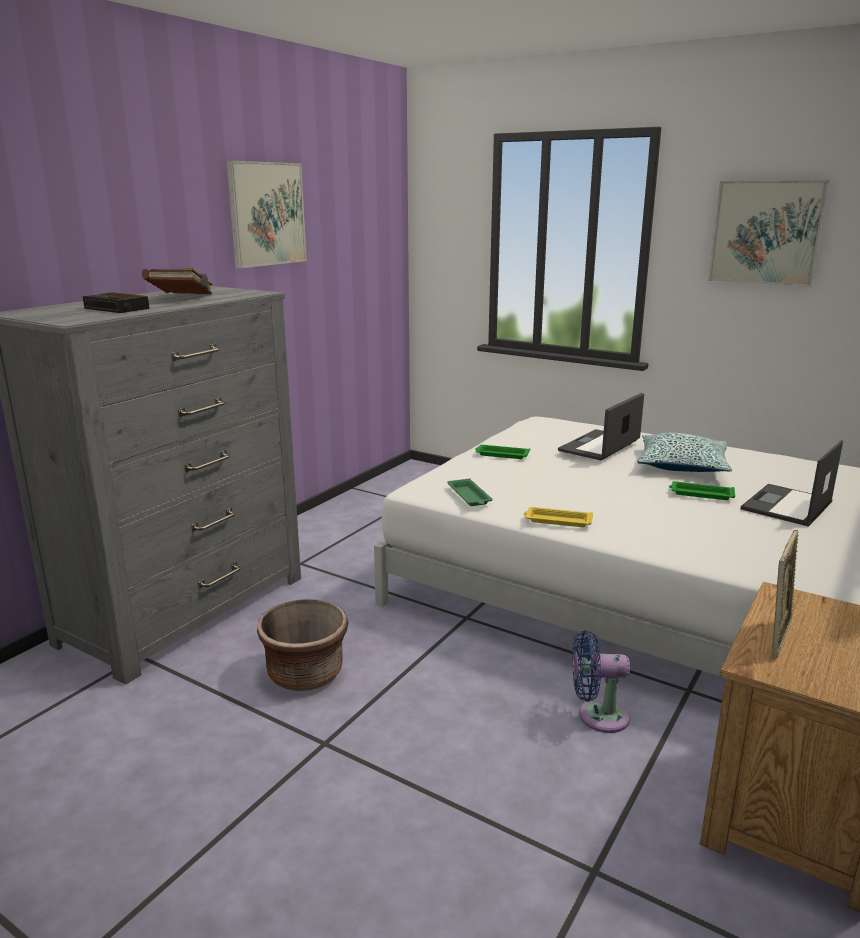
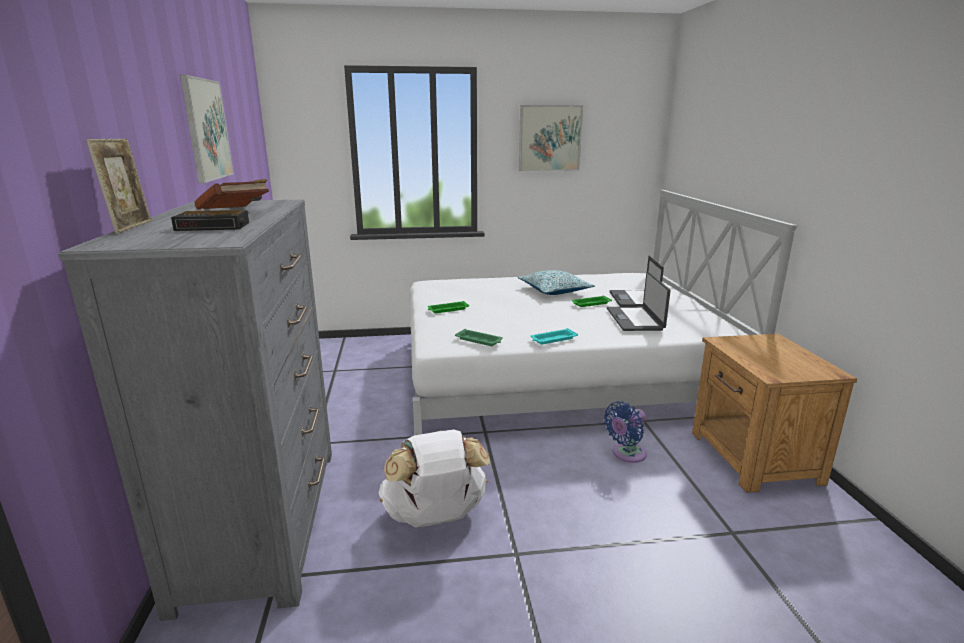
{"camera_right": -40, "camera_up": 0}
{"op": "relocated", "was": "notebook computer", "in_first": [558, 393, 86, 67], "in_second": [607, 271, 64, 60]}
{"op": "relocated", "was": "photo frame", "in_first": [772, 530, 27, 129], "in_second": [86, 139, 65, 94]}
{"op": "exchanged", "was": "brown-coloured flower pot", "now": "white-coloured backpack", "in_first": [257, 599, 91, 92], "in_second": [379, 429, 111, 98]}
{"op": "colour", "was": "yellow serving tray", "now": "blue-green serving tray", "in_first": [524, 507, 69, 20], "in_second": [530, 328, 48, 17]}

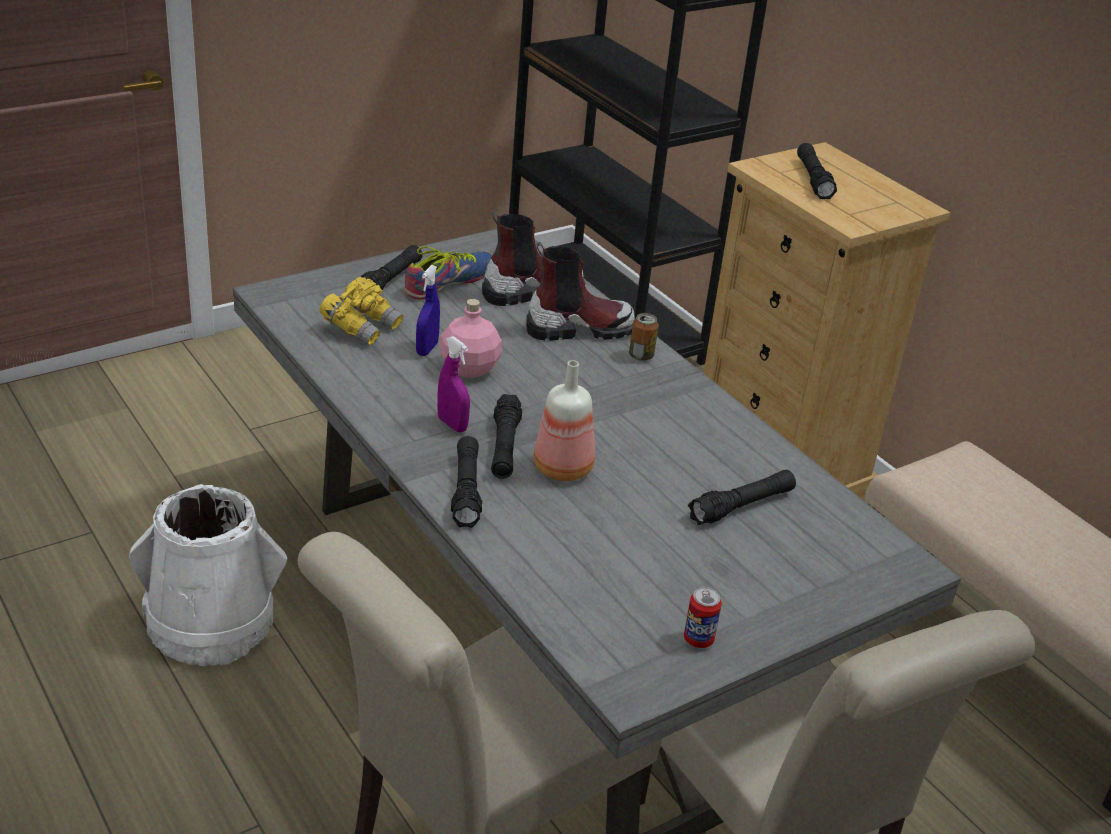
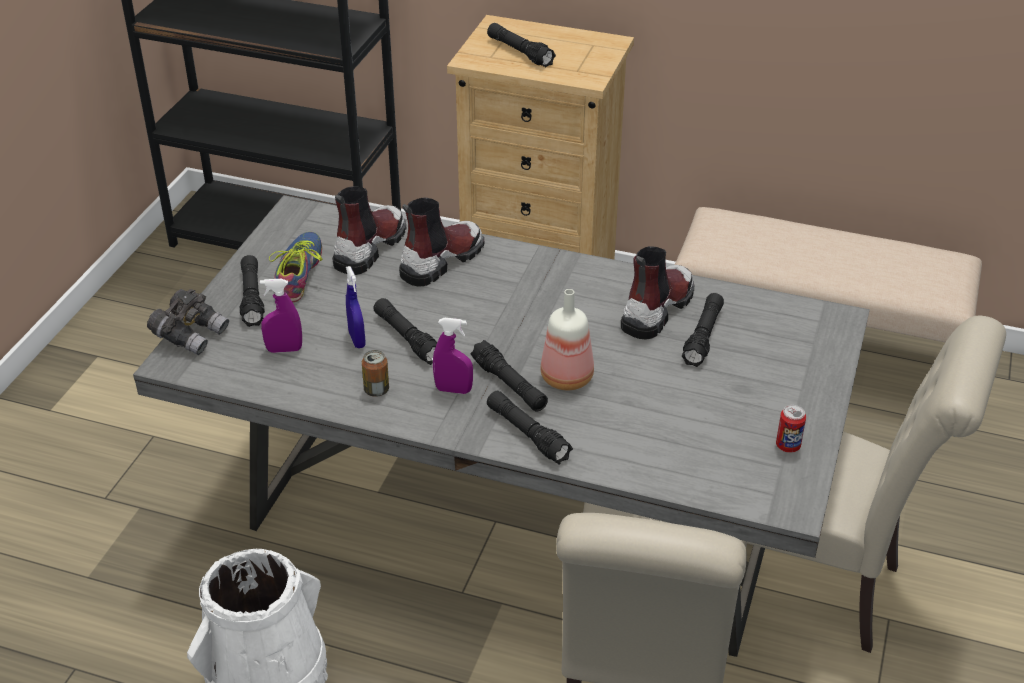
{"camera_right": -35, "camera_up": 5}
{"op": "appeared", "now": "gray field glasses", "in_second": [147, 289, 82, 66]}
{"op": "appeared", "now": "tall boot", "in_second": [621, 246, 73, 94]}
{"op": "relocated", "was": "can", "in_first": [629, 313, 30, 48], "in_second": [362, 350, 27, 47]}
{"op": "exchanged", "was": "yellow field glasses", "now": "purple-coloured sprayer", "in_first": [320, 277, 83, 69], "in_second": [260, 279, 42, 74]}
{"op": "exchanged", "was": "pink-coloured drink bottle", "now": "black-coloured torch", "in_first": [439, 299, 63, 79], "in_second": [373, 298, 64, 67]}

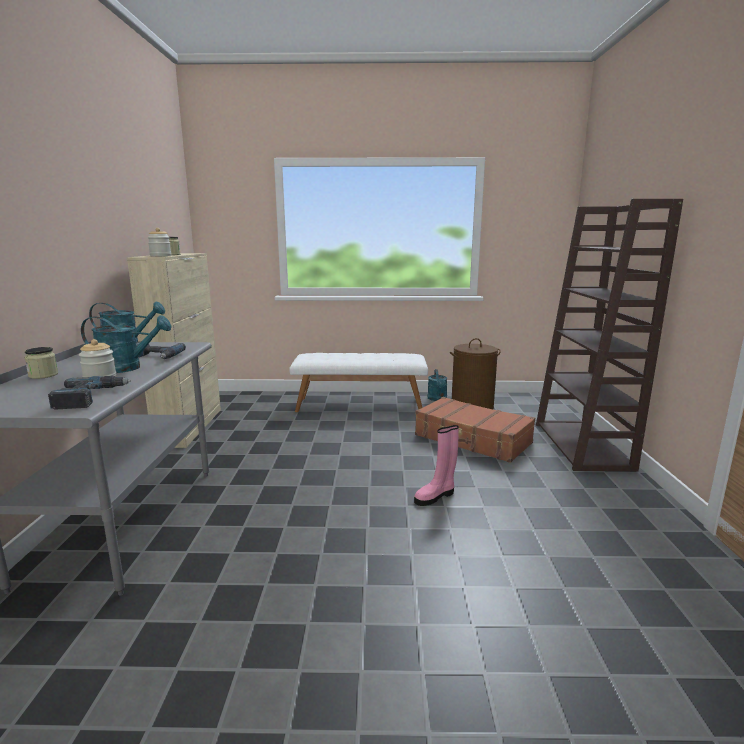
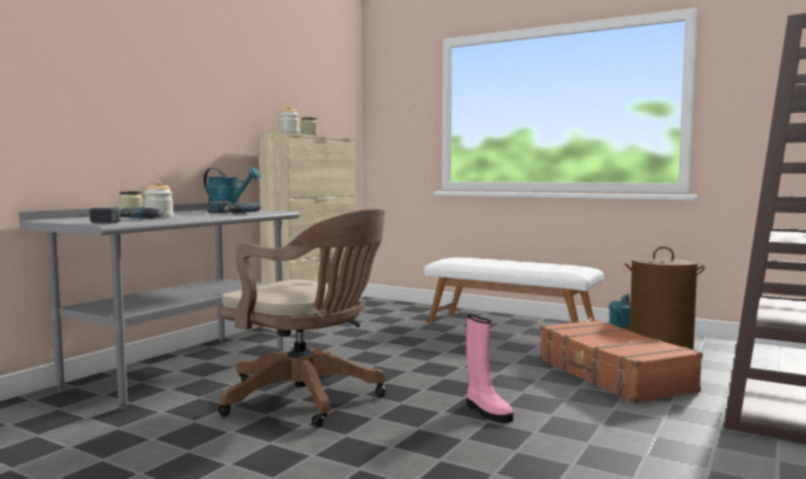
{"camera_right": 30, "camera_up": -10}
{"op": "missing", "was": "blue-green watering can", "in_first": [81, 315, 90, 58]}
{"op": "appeared", "now": "brown-coloured computer chair", "in_second": [218, 208, 168, 220]}
{"op": "spun", "was": "pink-coloured tall boot", "in_first": [414, 425, 45, 81], "in_second": [466, 315, 47, 108], "clockwise": -120}

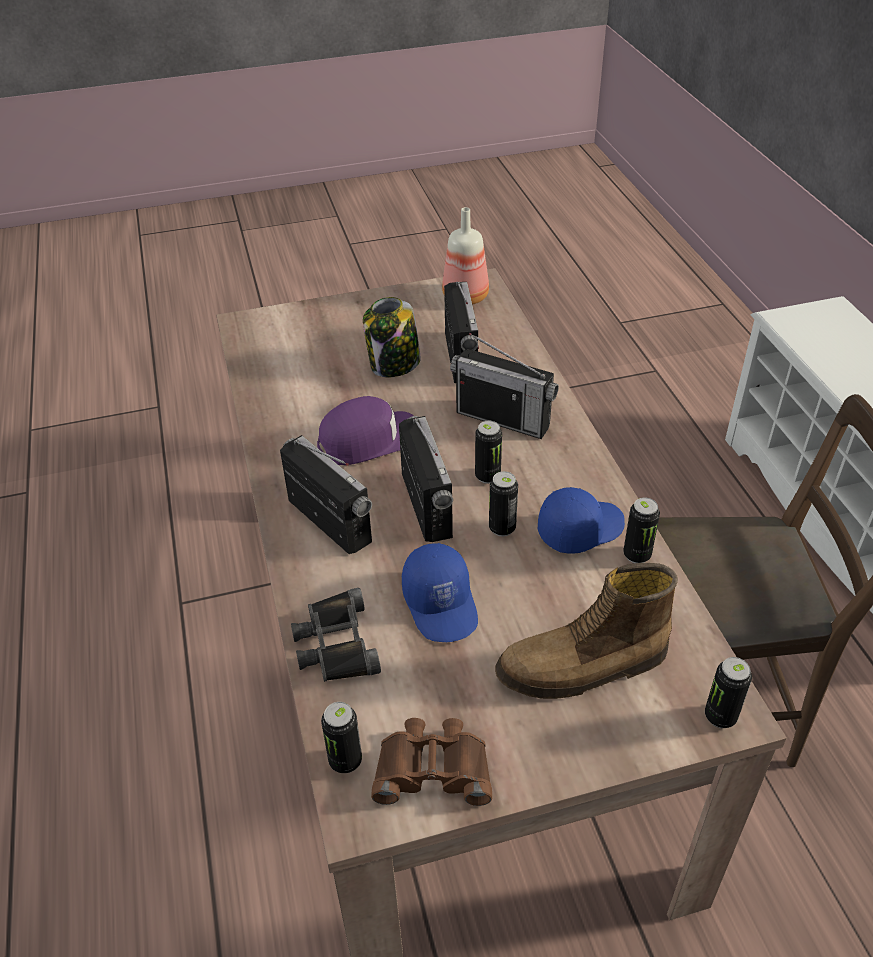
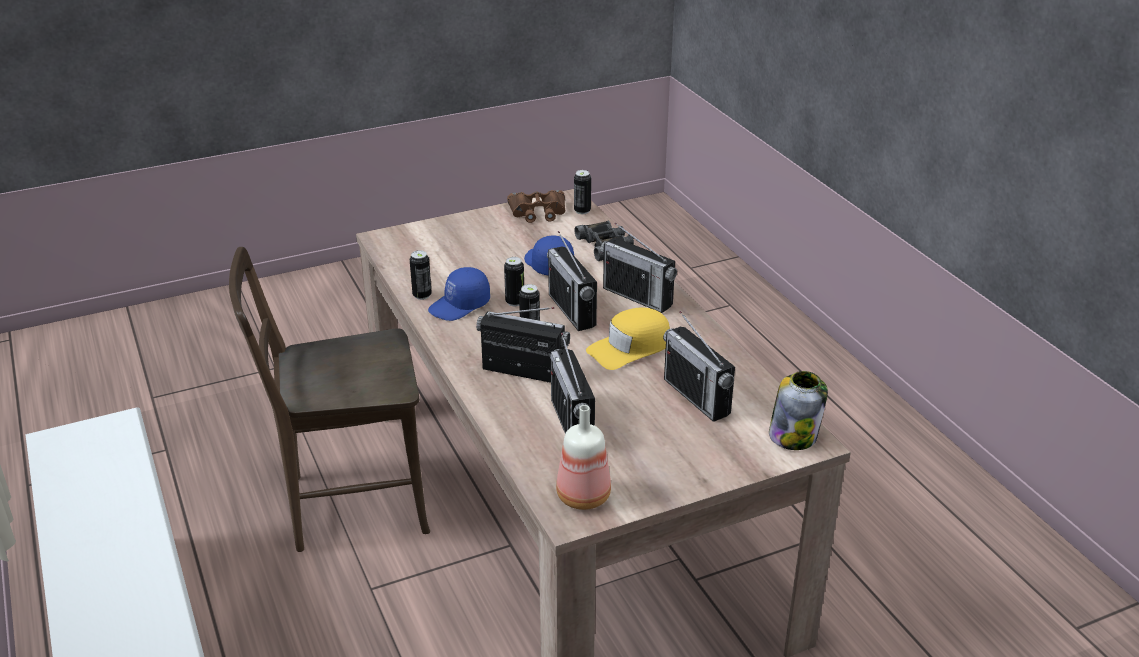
{"camera_right": 170, "camera_up": -10}
{"op": "missing", "was": "tall boot", "in_first": [495, 563, 183, 136]}
{"op": "missing", "was": "can", "in_first": [705, 657, 47, 71]}
{"op": "appeared", "now": "radio set", "in_second": [663, 311, 72, 111]}
{"op": "relocated", "was": "jar", "in_first": [363, 297, 58, 80], "in_second": [769, 371, 59, 79]}
{"op": "colour", "was": "purple-coloured baseball cap", "now": "yellow baseball cap", "in_first": [317, 396, 97, 69], "in_second": [586, 307, 84, 63]}

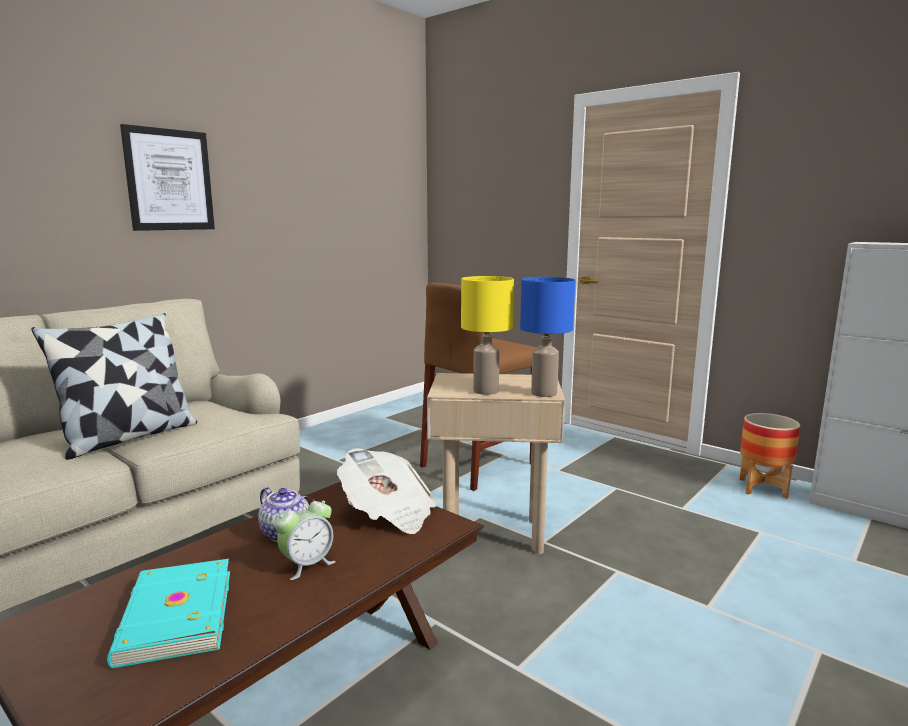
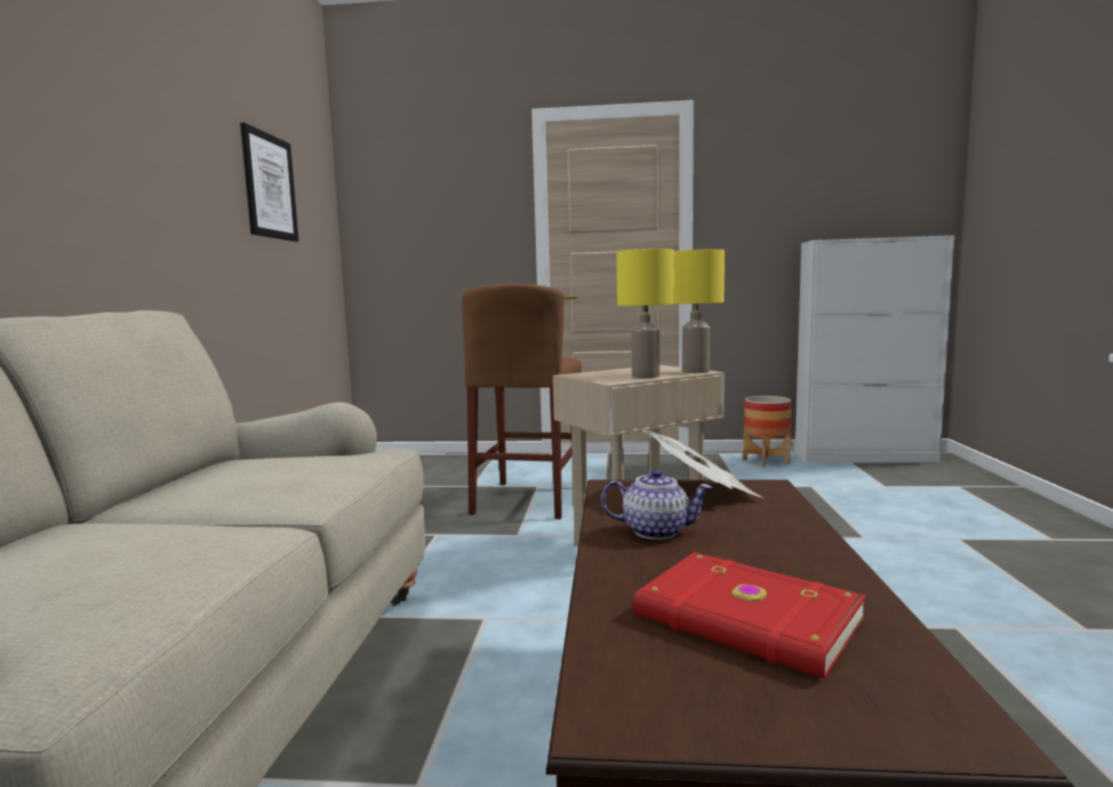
{"camera_right": -35, "camera_up": -5}
{"op": "missing", "was": "throw pillow", "in_first": [31, 313, 166, 147]}
{"op": "missing", "was": "alarm clock", "in_first": [274, 496, 62, 84]}
{"op": "relocated", "was": "picture", "in_first": [120, 124, 95, 107], "in_second": [240, 122, 59, 119]}
{"op": "colour", "was": "blue-green book", "now": "red book", "in_first": [107, 559, 123, 109], "in_second": [633, 552, 233, 127]}
{"op": "colour", "was": "bluish table lamp", "now": "yellow table lamp", "in_first": [520, 277, 55, 120], "in_second": [674, 249, 51, 124]}

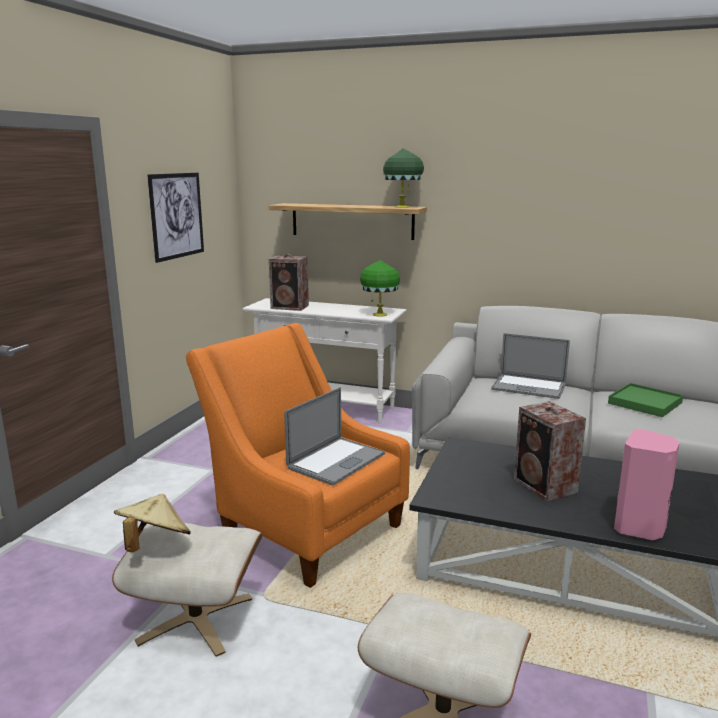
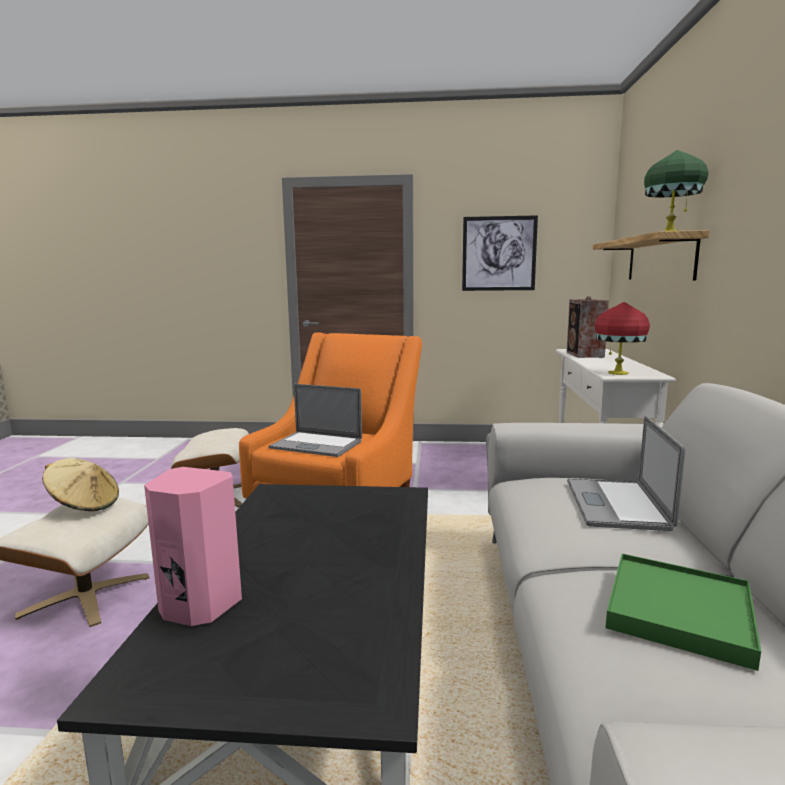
{"camera_right": 75, "camera_up": -5}
{"op": "missing", "was": "loudspeaker", "in_first": [514, 401, 72, 101]}
{"op": "relocated", "was": "sand-coloured wearable hat", "in_first": [114, 494, 77, 58], "in_second": [42, 458, 77, 53]}
{"op": "colour", "was": "green table lamp", "now": "red table lamp", "in_first": [360, 260, 40, 57], "in_second": [595, 302, 55, 73]}

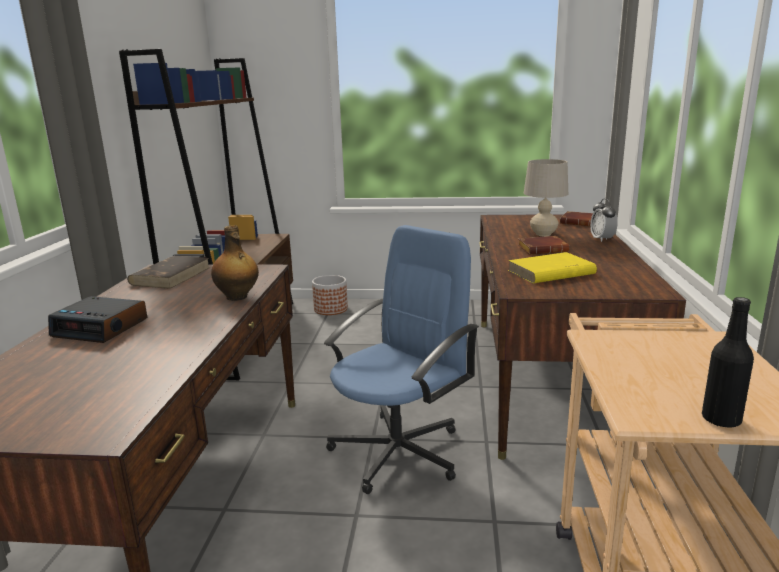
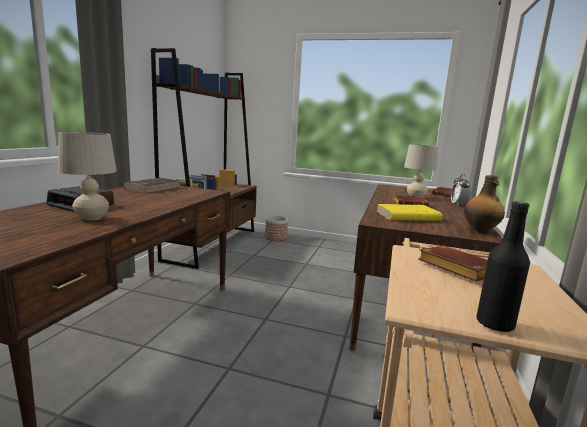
{"camera_right": 10, "camera_up": -5}
{"op": "missing", "was": "bluish computer chair", "in_first": [324, 225, 155, 269]}
{"op": "appeared", "now": "sand-coloured table lamp", "in_second": [58, 132, 58, 89]}
{"op": "appeared", "now": "brown-coloured book", "in_second": [418, 245, 70, 36]}
{"op": "relocated", "was": "drink bottle", "in_first": [211, 225, 48, 76], "in_second": [464, 175, 41, 59]}

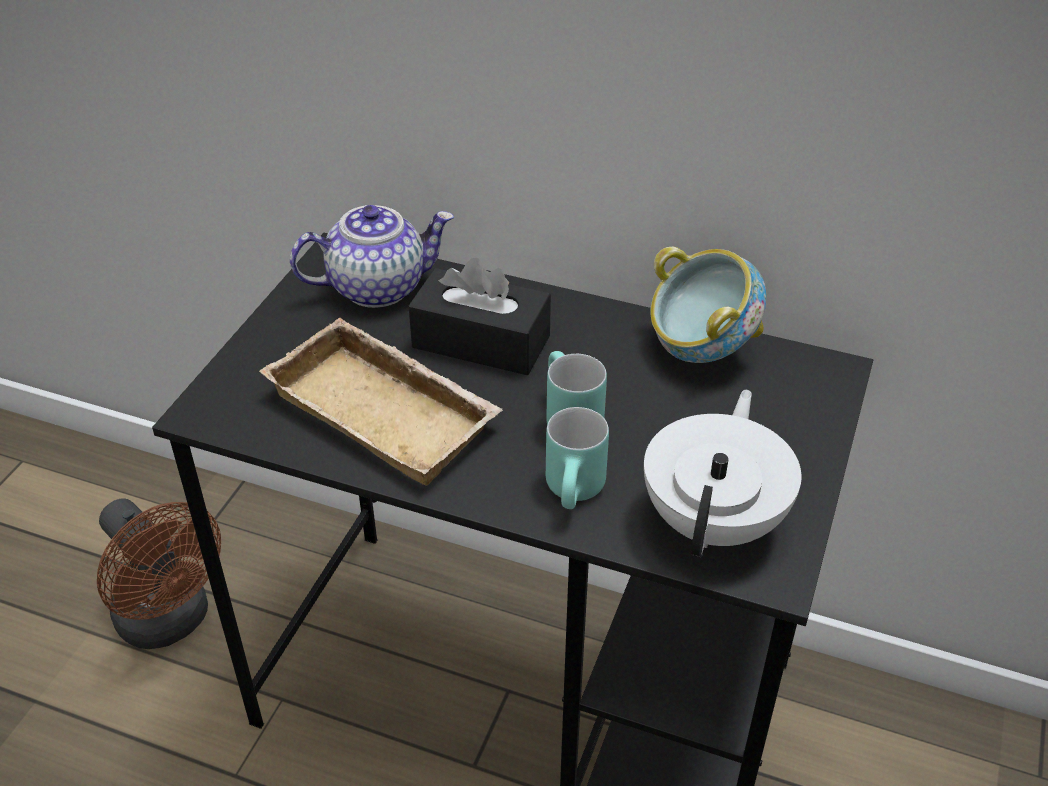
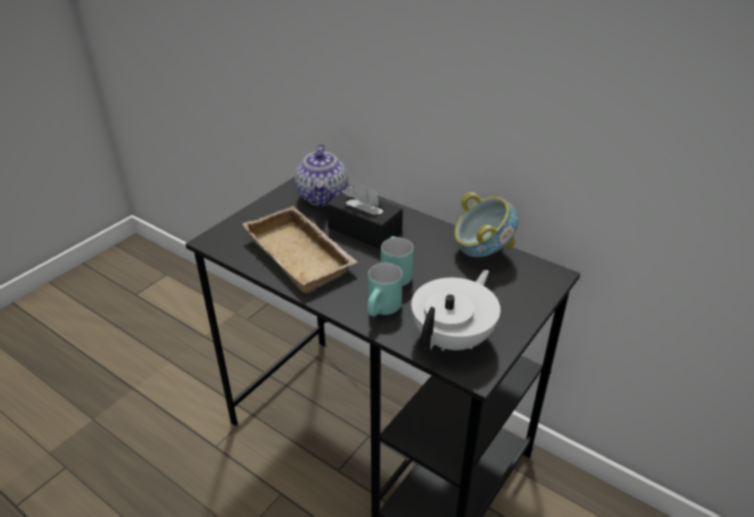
{"camera_right": 15, "camera_up": -5}
{"op": "missing", "was": "brown-coloured cooling fan", "in_first": [97, 499, 124, 150]}
{"op": "spun", "was": "pot for tea", "in_first": [290, 205, 164, 103], "in_second": [295, 144, 53, 62], "clockwise": 90}

